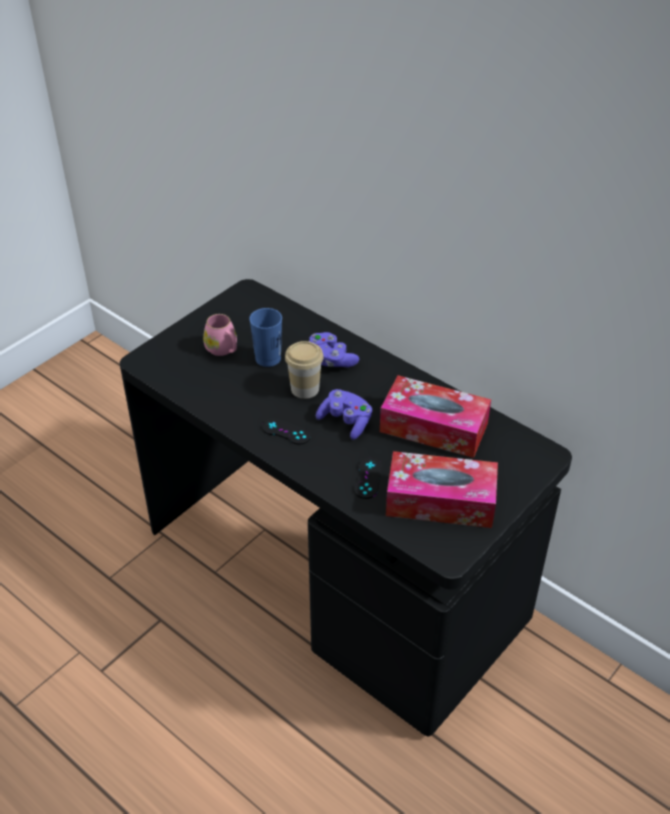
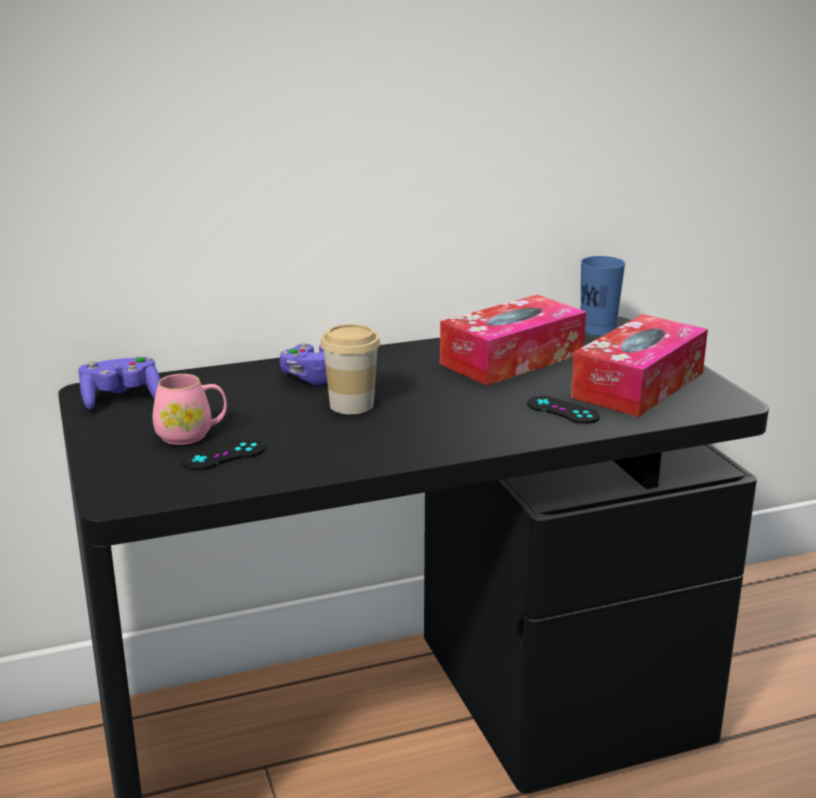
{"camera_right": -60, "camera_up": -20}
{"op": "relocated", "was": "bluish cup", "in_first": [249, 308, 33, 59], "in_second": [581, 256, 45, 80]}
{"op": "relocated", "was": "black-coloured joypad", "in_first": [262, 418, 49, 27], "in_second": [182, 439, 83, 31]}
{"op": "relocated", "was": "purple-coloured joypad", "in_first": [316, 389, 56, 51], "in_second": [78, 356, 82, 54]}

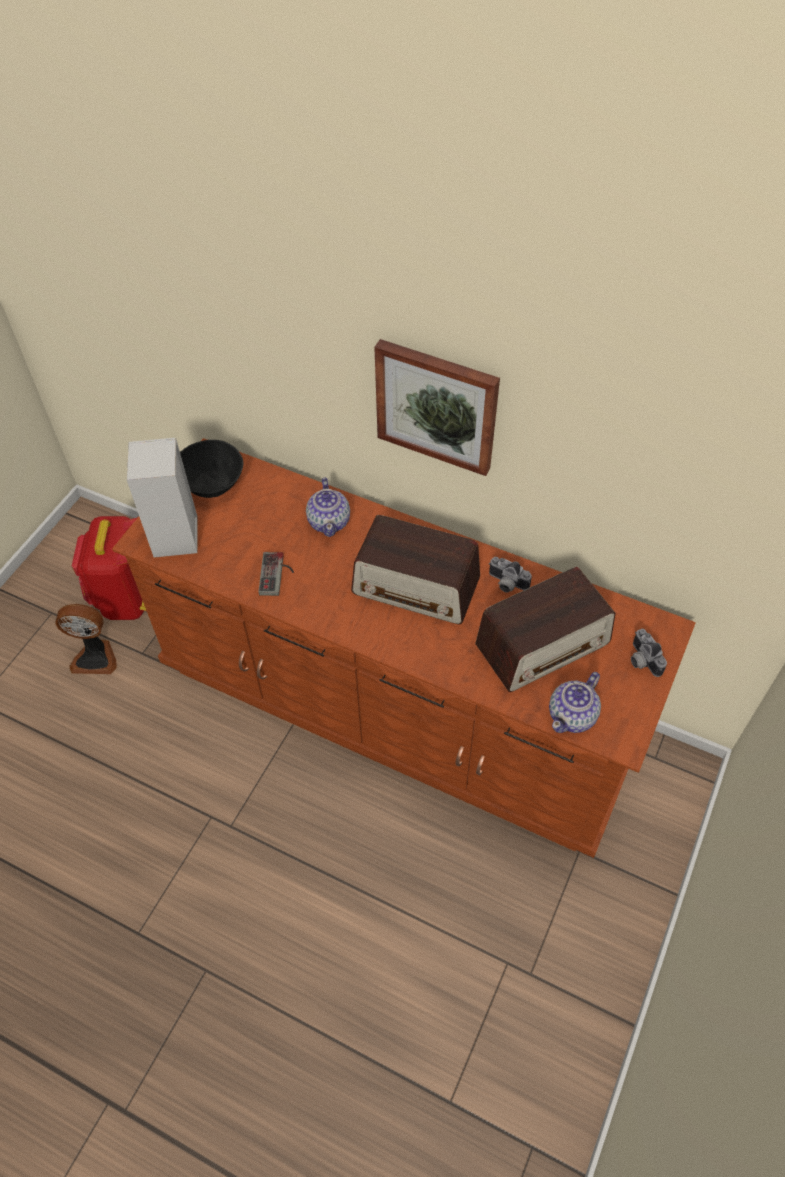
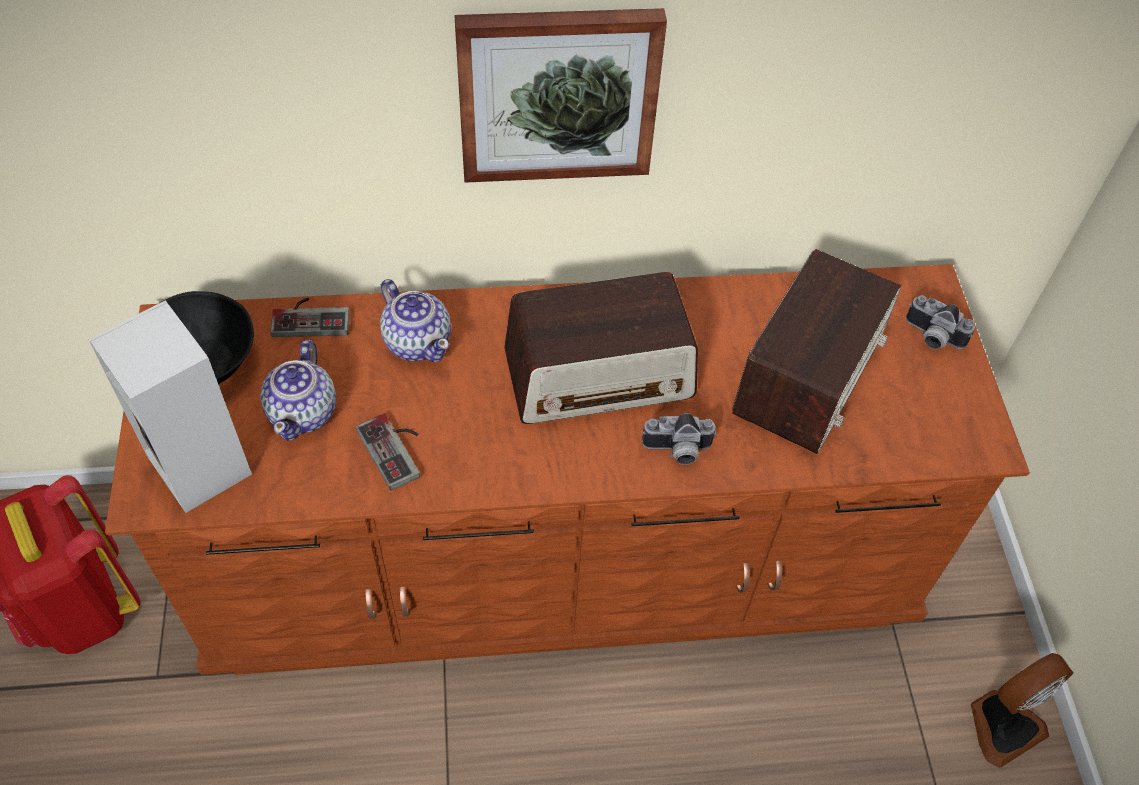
{"camera_right": -35, "camera_up": 0}
{"op": "appeared", "now": "joypad", "in_second": [270, 298, 80, 39]}
{"op": "relocated", "was": "cooling fan", "in_first": [55, 604, 62, 70], "in_second": [971, 653, 103, 115]}
{"op": "relocated", "was": "still camera", "in_first": [489, 557, 43, 36], "in_second": [642, 413, 75, 52]}
{"op": "relocated", "was": "pot for tea", "in_first": [549, 672, 52, 61], "in_second": [260, 340, 76, 101]}

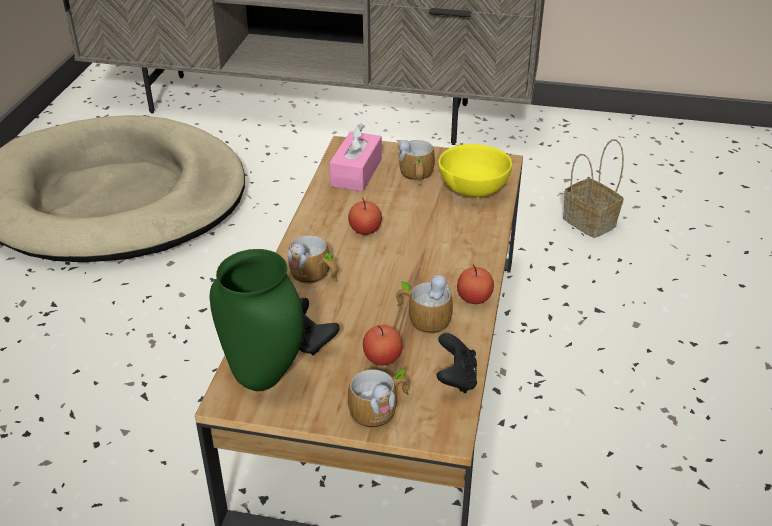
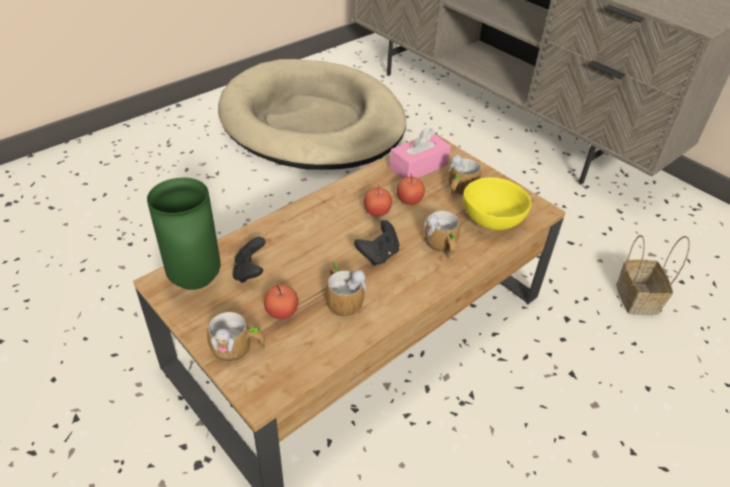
{"camera_right": 35, "camera_up": 5}
{"op": "relocated", "was": "mug", "in_first": [288, 235, 50, 49], "in_second": [424, 211, 36, 47]}
{"op": "relocated", "was": "black-coloured joypad", "in_first": [436, 333, 41, 60], "in_second": [354, 220, 45, 45]}
{"op": "relocated", "was": "apple fruit", "in_first": [457, 265, 37, 39], "in_second": [397, 175, 28, 30]}

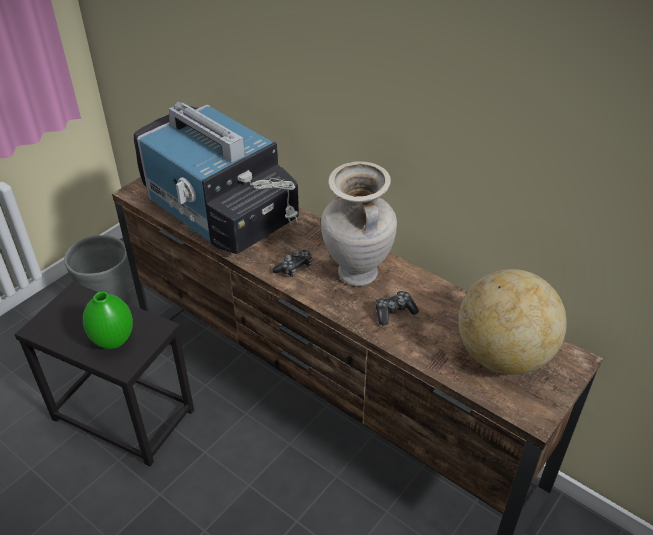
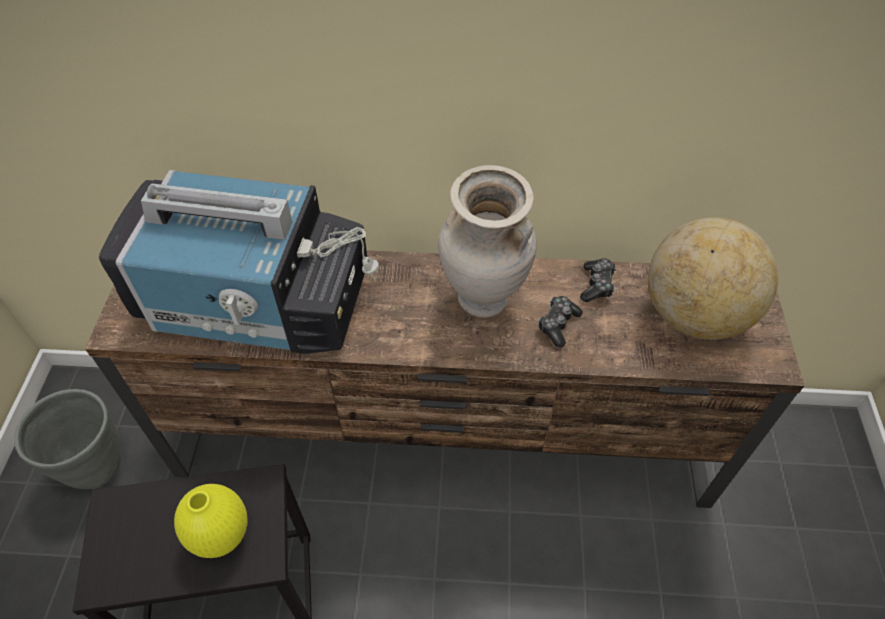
{"camera_right": -35, "camera_up": 10}
{"op": "relocated", "was": "joypad", "in_first": [272, 250, 40, 27], "in_second": [580, 258, 37, 44]}
{"op": "colour", "was": "green flower vase", "now": "yellow flower vase", "in_first": [83, 292, 50, 57], "in_second": [174, 484, 74, 74]}

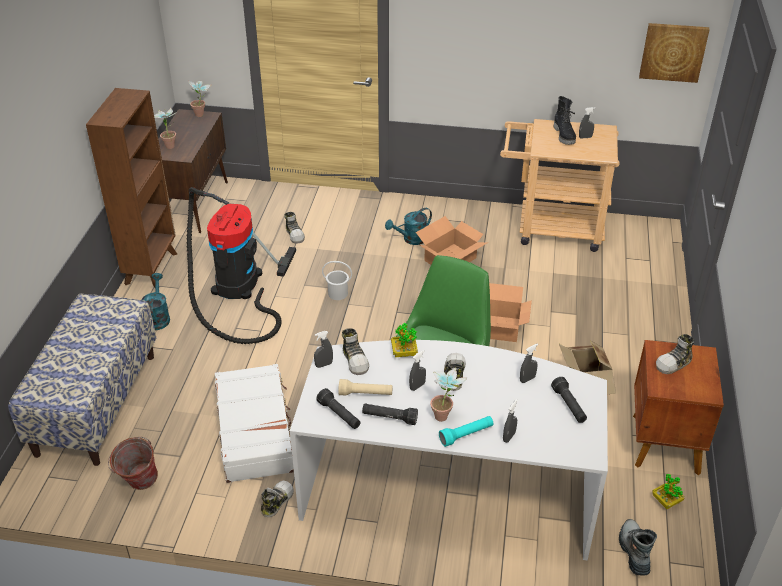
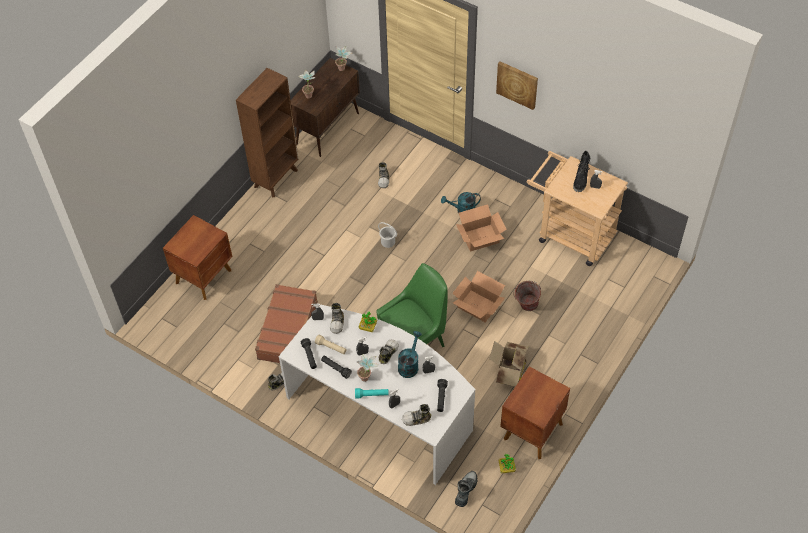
{"camera_right": 25, "camera_up": 15}
{"op": "missing", "was": "vacuum", "in_first": [186, 187, 110, 157]}
{"op": "relocated", "was": "pail", "in_first": [108, 437, 50, 53], "in_second": [513, 281, 28, 30]}
{"op": "relocated", "was": "blue-green watering can", "in_first": [141, 273, 29, 57], "in_second": [398, 331, 24, 47]}
{"op": "relocated", "was": "picture", "in_first": [639, 23, 71, 60], "in_second": [496, 61, 42, 49]}
{"op": "relocated", "was": "low shoe", "in_first": [656, 334, 38, 40], "in_second": [402, 404, 29, 22]}
{"op": "exchanged", "was": "bench", "now": "brown-coloured nightstand", "in_first": [8, 294, 148, 172], "in_second": [163, 215, 70, 85]}
{"op": "colour", "was": "white-coloured piece of luggage", "now": "brown-coloured piece of luggage", "in_first": [215, 364, 79, 119], "in_second": [255, 284, 63, 79]}

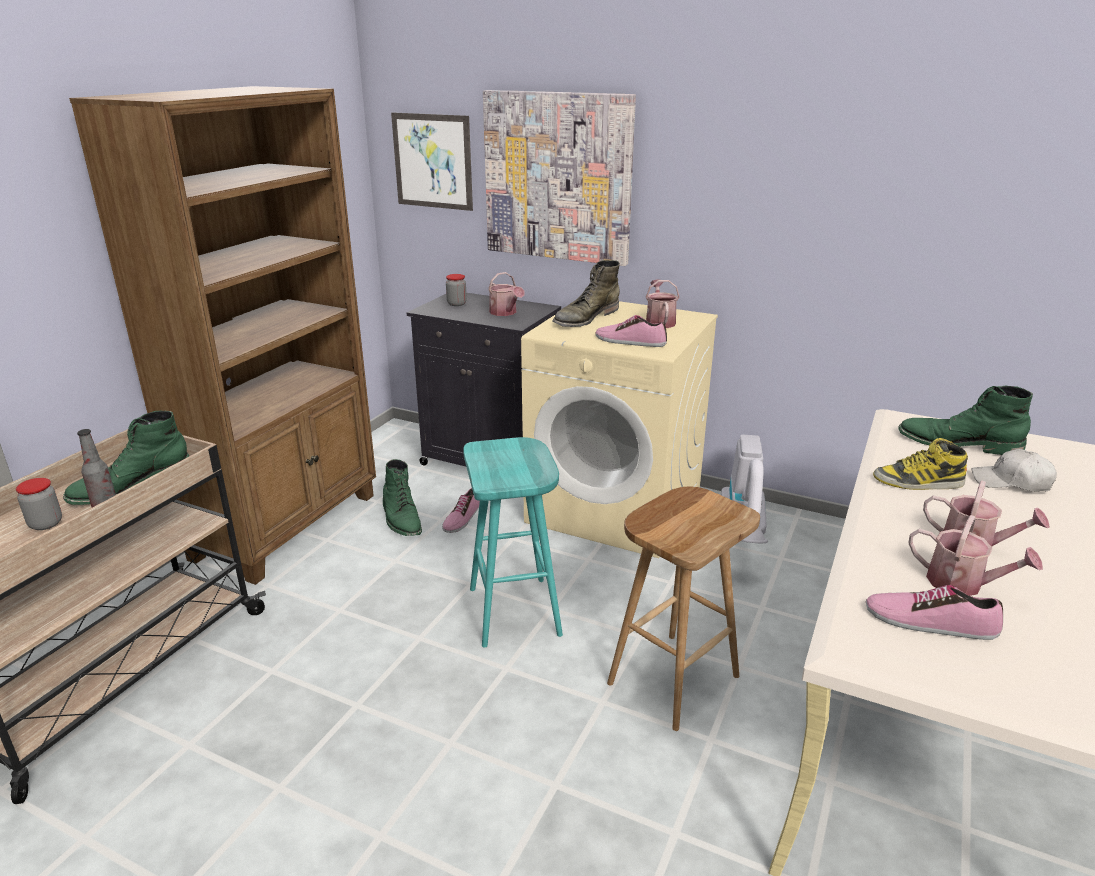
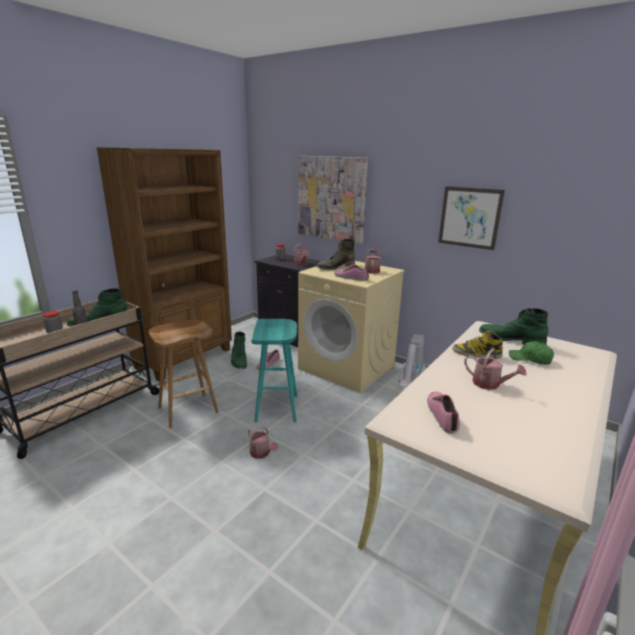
{"camera_right": 10, "camera_up": -5}
{"op": "relocated", "was": "picture", "in_first": [391, 112, 82, 99], "in_second": [438, 186, 67, 64]}
{"op": "relocated", "was": "brown-coloured stool seat", "in_first": [607, 487, 153, 244], "in_second": [149, 319, 70, 109]}
{"op": "relocated", "was": "watering can", "in_first": [908, 515, 135, 81], "in_second": [248, 426, 30, 33]}
{"op": "colour", "was": "white-coloured baseball cap", "now": "green baseball cap", "in_first": [972, 449, 85, 43], "in_second": [509, 341, 45, 24]}
{"op": "spun", "was": "low shoe", "in_first": [866, 585, 137, 55], "in_second": [427, 391, 33, 43], "clockwise": 60}

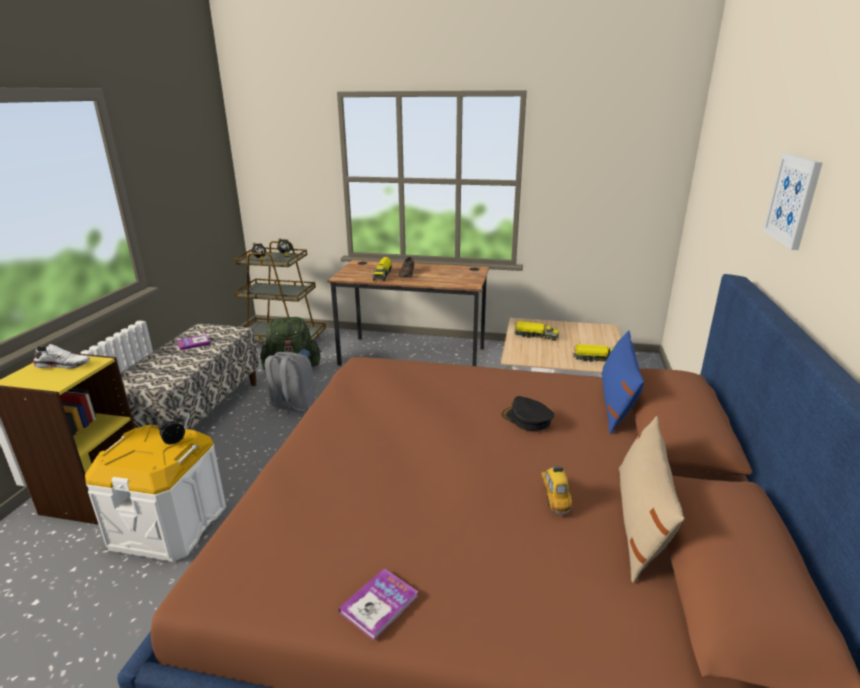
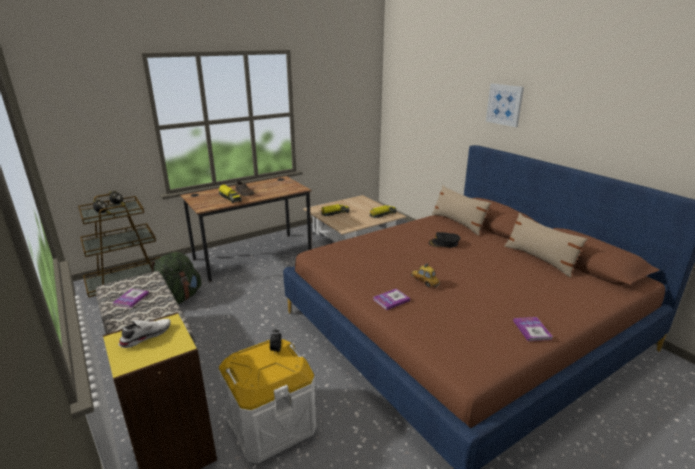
{"camera_right": -45, "camera_up": 0}
{"op": "missing", "was": "gray backpack", "in_first": [265, 352, 50, 69]}
{"op": "appeared", "now": "book", "in_second": [373, 289, 37, 21]}
{"op": "relocated", "was": "miniature car", "in_first": [541, 466, 31, 49], "in_second": [411, 263, 29, 25]}
{"op": "colour", "was": "bluish throw pillow", "now": "sand-coloured throw pillow", "in_first": [602, 330, 42, 104], "in_second": [432, 185, 59, 50]}

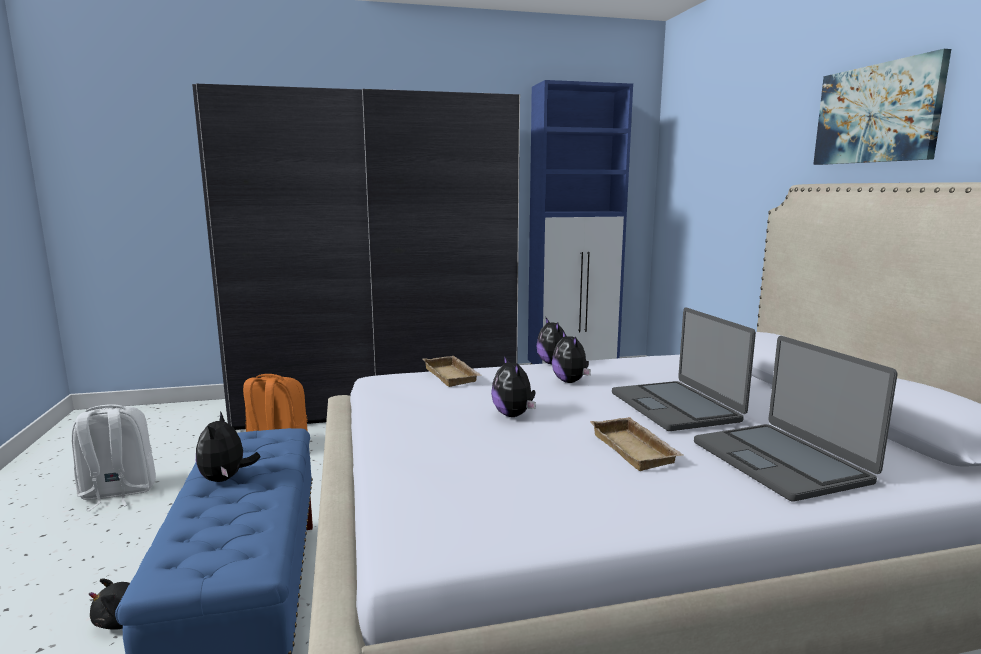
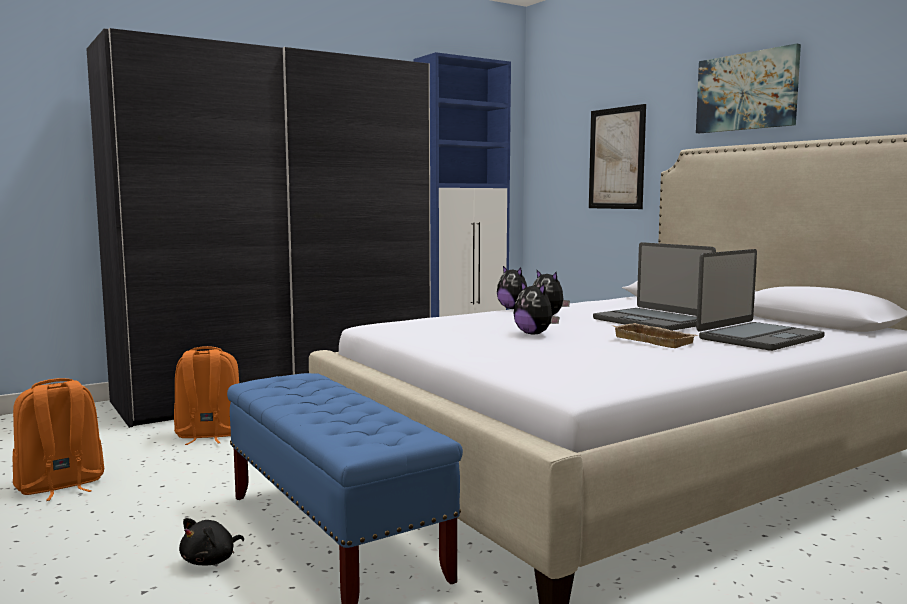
{"camera_right": -20, "camera_up": -5}
{"op": "missing", "was": "plush toy", "in_first": [196, 411, 64, 71]}
{"op": "missing", "was": "sand-coloured serving tray", "in_first": [423, 356, 58, 31]}
{"op": "appeared", "now": "picture", "in_second": [589, 104, 57, 105]}
{"op": "colour", "was": "white-coloured backpack", "now": "orange-coloured backpack", "in_first": [71, 405, 85, 106], "in_second": [13, 378, 91, 123]}
{"op": "spun", "was": "notebook computer", "in_first": [694, 336, 204, 166], "in_second": [696, 249, 129, 102], "clockwise": -90}

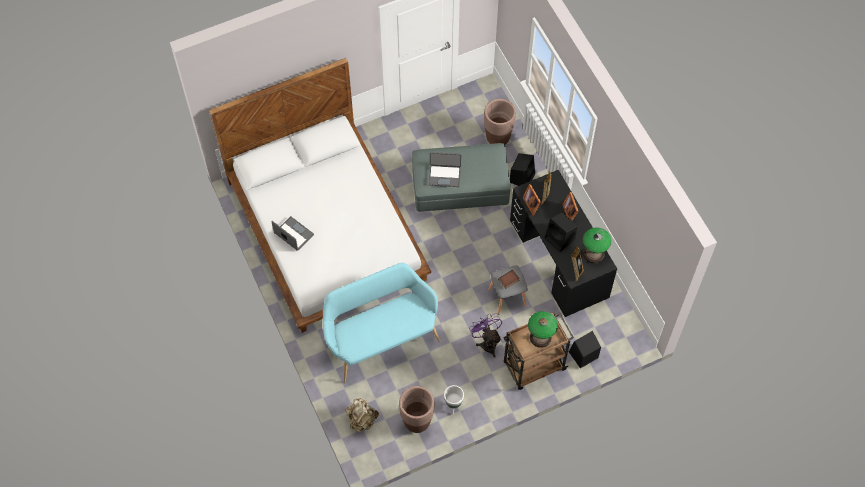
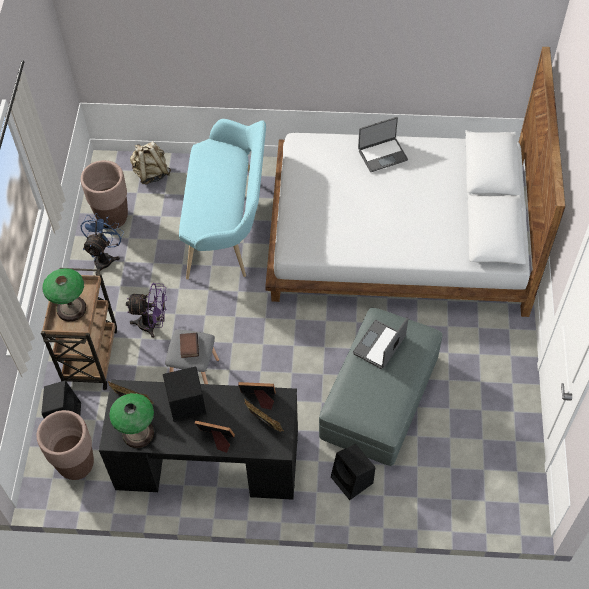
{"camera_right": 120, "camera_up": -5}
{"op": "relocated", "was": "brown-coloured flower pot", "in_first": [484, 99, 32, 46], "in_second": [37, 410, 57, 70]}
{"op": "exchanged", "was": "white-coloured flower pot", "now": "bluish cooling fan", "in_first": [444, 385, 20, 30], "in_second": [80, 213, 44, 63]}

